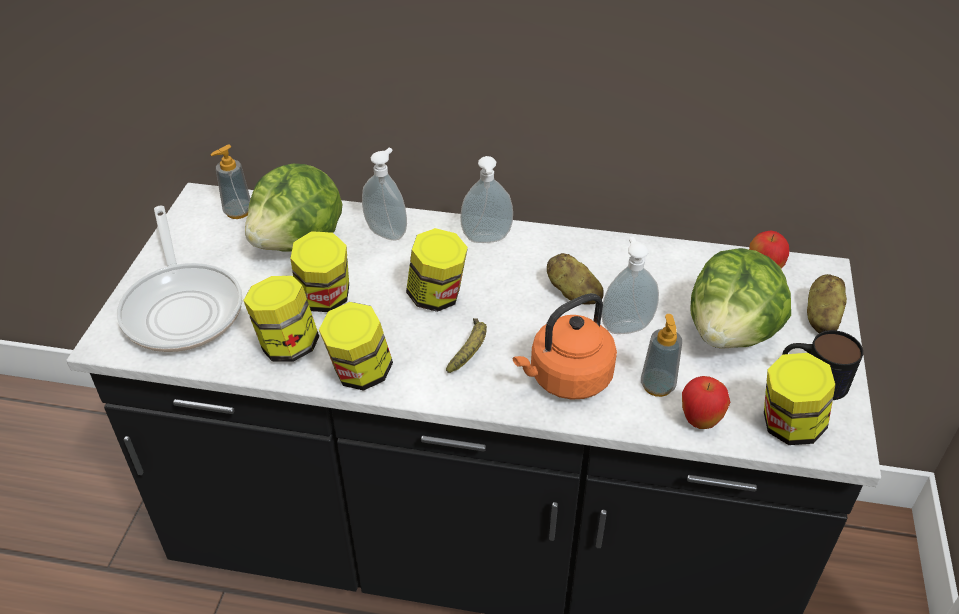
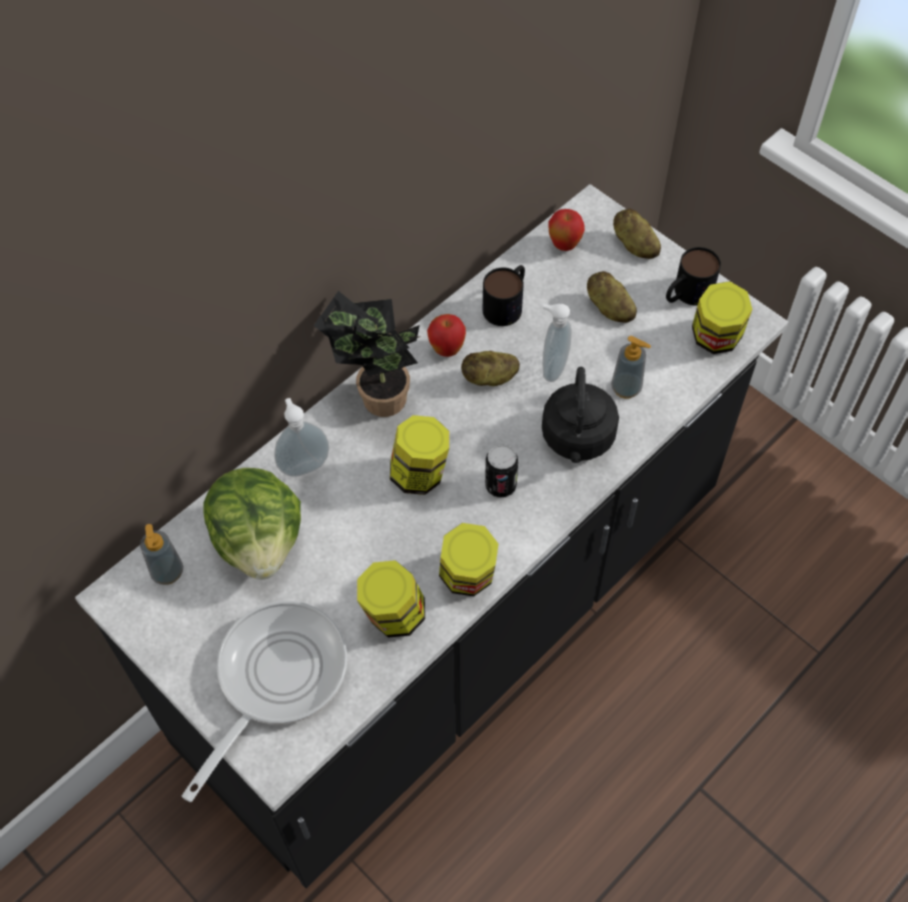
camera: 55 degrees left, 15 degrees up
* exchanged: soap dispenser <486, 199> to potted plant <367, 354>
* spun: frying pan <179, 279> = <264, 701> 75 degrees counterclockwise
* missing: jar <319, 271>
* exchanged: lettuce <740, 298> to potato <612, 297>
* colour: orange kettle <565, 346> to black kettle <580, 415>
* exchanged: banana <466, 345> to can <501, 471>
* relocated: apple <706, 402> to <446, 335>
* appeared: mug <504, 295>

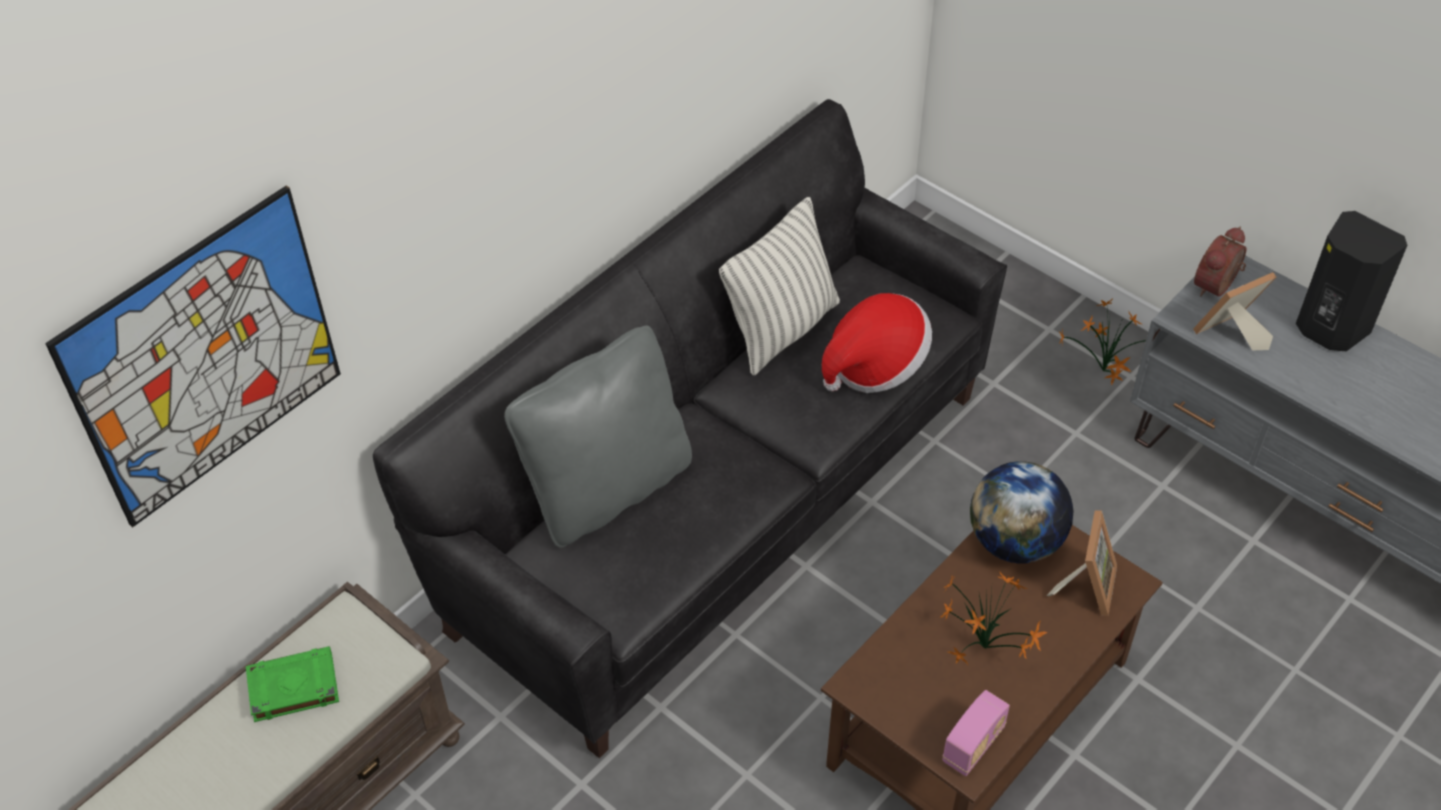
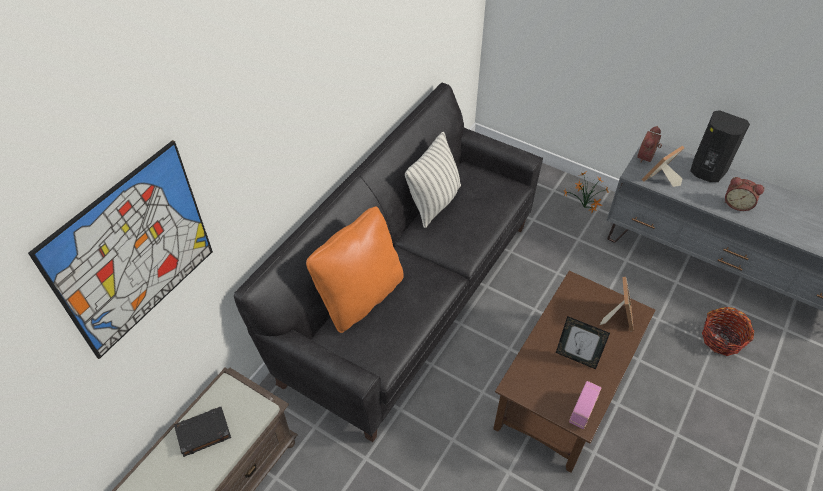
camera: 10 degrees left, 0 degrees up
* missing: hat <877, 343>
* colour: grey pillow <598, 437> to orange pillow <355, 269>
* missing: globe <1022, 512>
* exchanged: potted plant <993, 618> to picture frame <583, 342>
* colour: green book <292, 684> to black book <202, 432>
* appeared: alarm clock <744, 194>
* appeared: basket <728, 331>

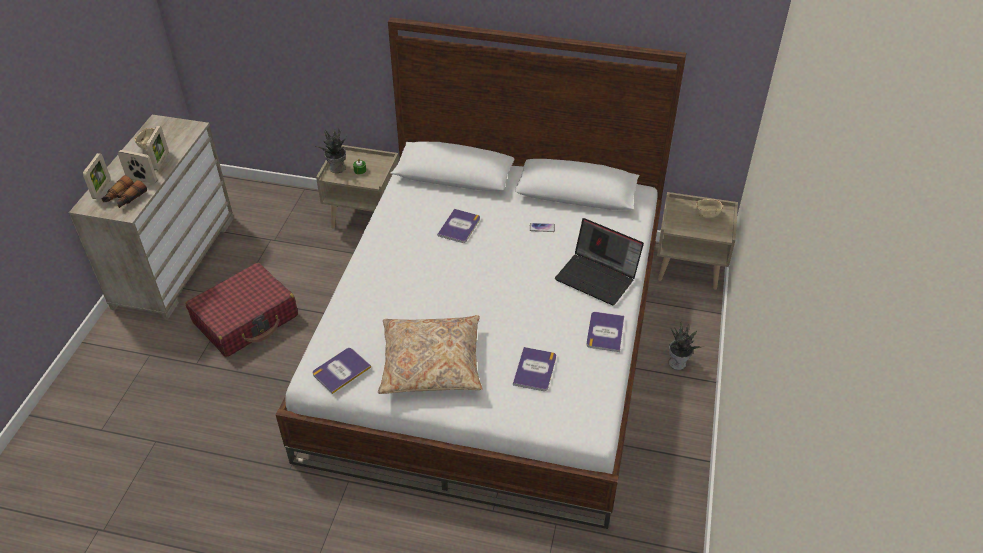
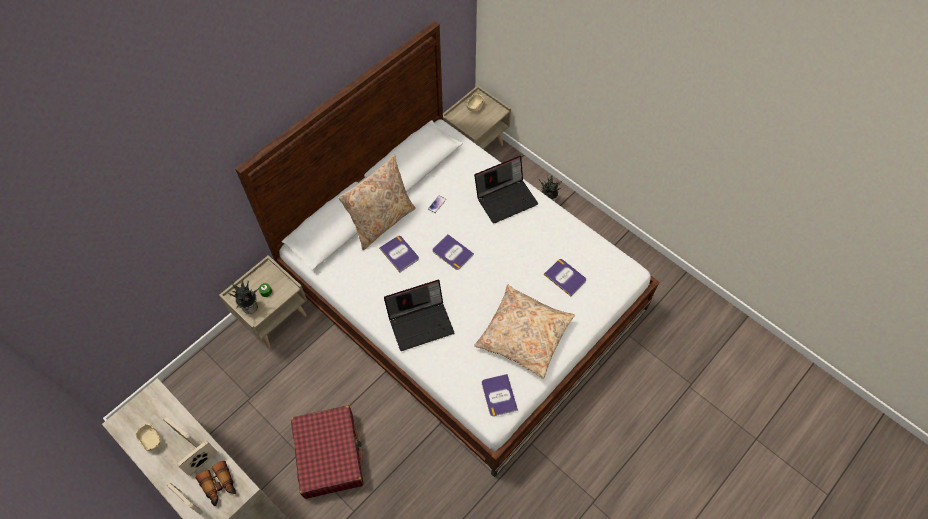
camera: 60 degrees left, 15 degrees up
* relocated: book <605, 332> to <453, 252>
* appeared: beige pillow <377, 202>
* appeared: laptop <419, 315>

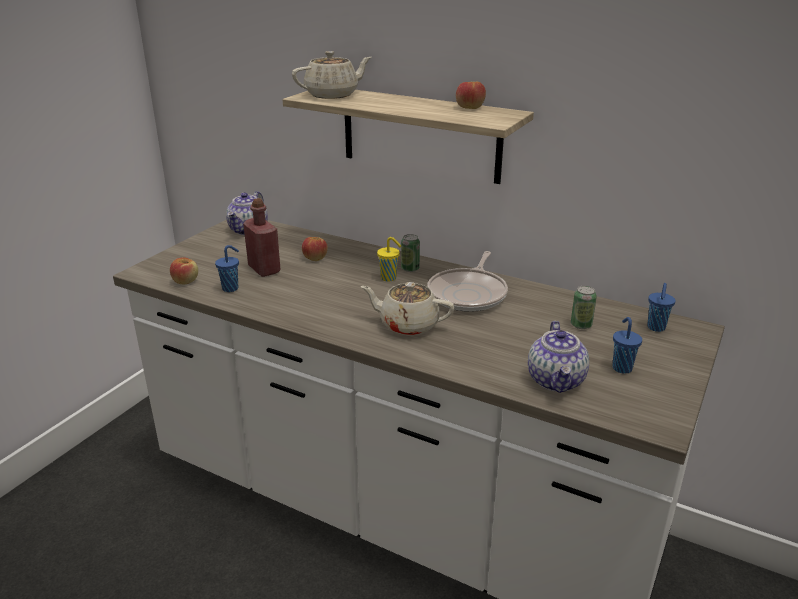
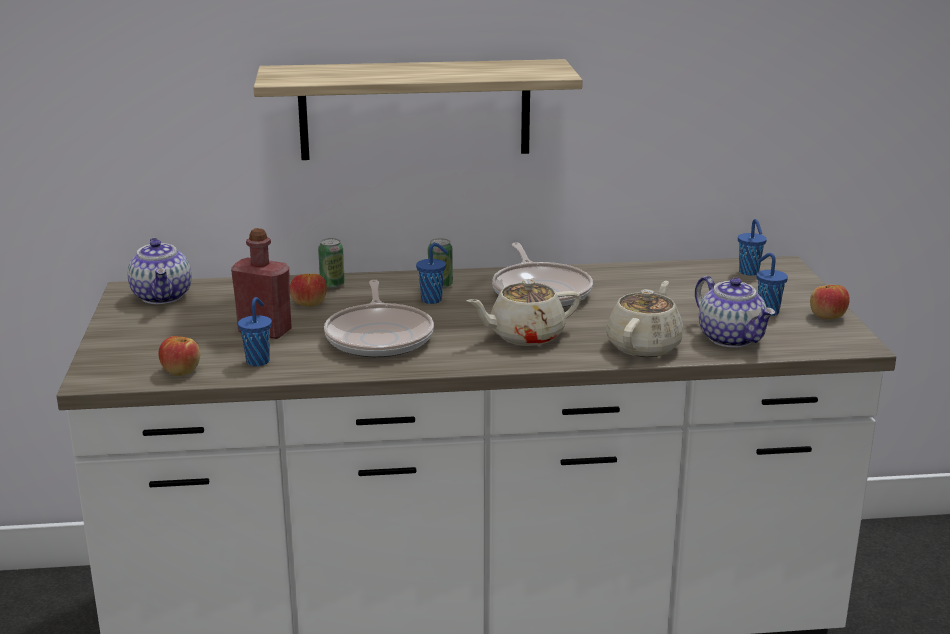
camera: 35 degrees left, 5 degrees down
* relocated: beige teapot <332, 75> to <645, 319>
* relocated: apple <471, 95> to <830, 302>
* colour: yellow cup <389, 259> to blue cup <432, 273>
* relocated: can <584, 307> to <331, 263>
* appeared: frying pan <379, 318>

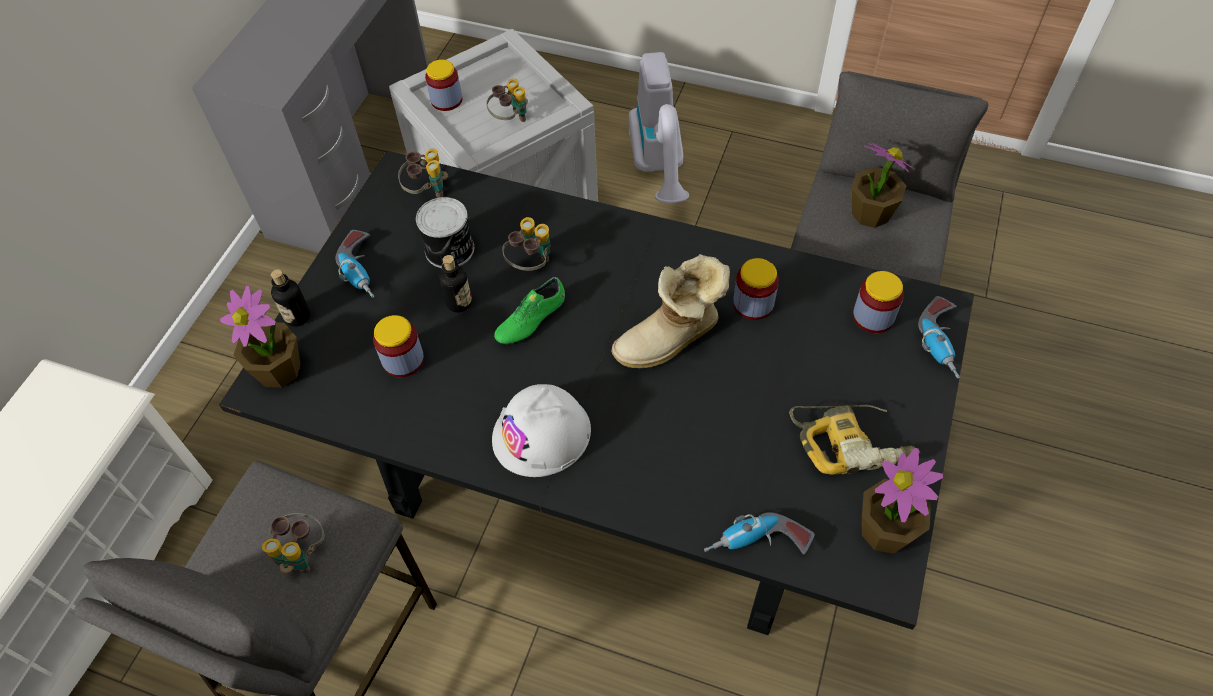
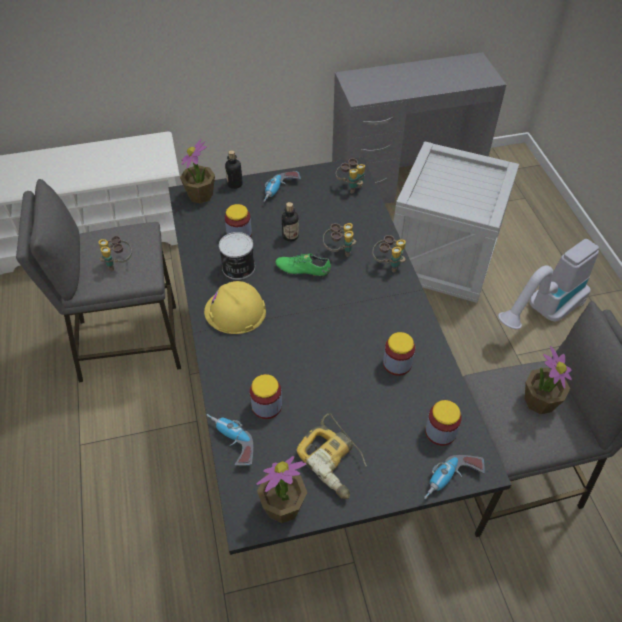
camera: 55 degrees right, 5 degrees down
* relocated: jar <443, 85> to <266, 396>
* relocated: binoculars <507, 100> to <389, 253>
* relocated: can <445, 232> to <237, 256>
* missing: boot <670, 311>
* colour: white hard hat <541, 430> to yellow hard hat <235, 307>

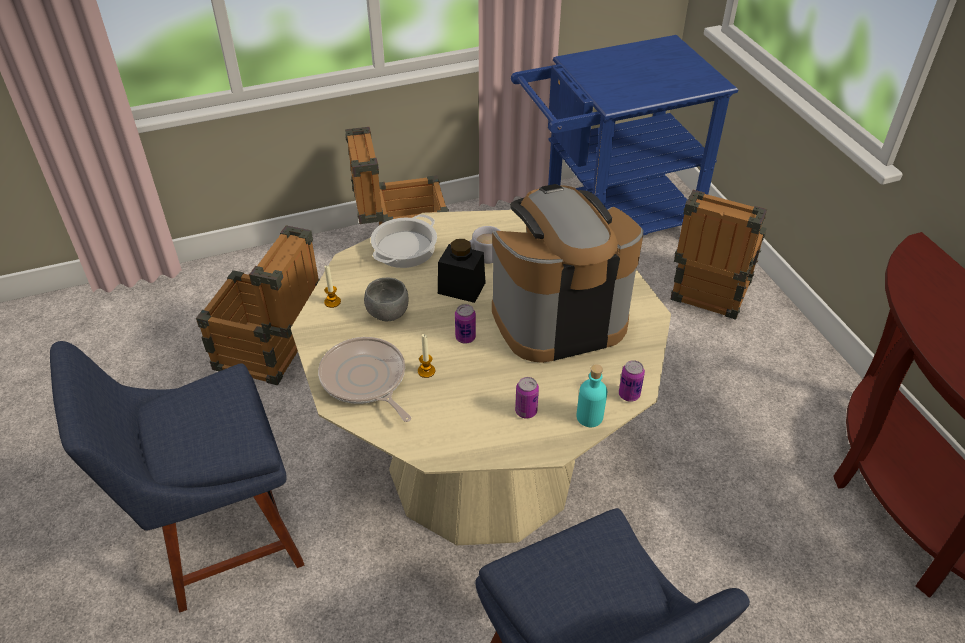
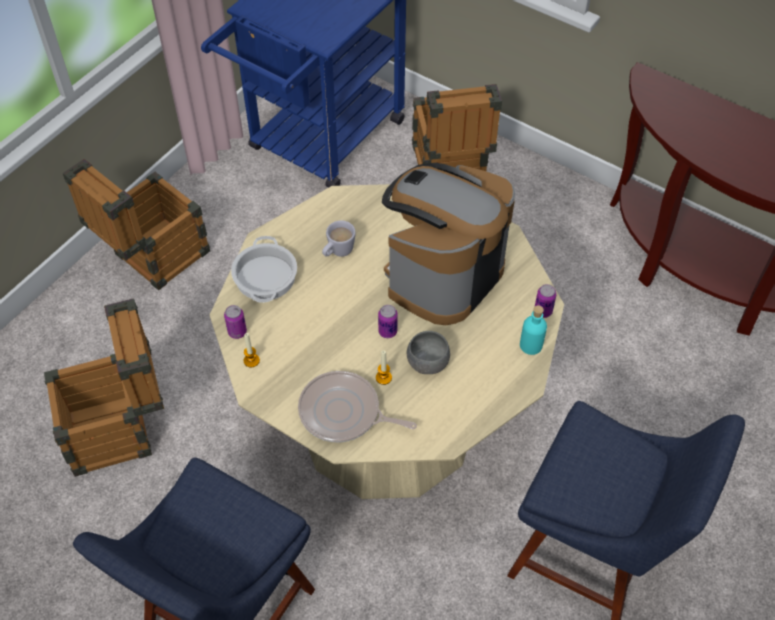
camera: 35 degrees left, 10 degrees up
* missing: black jar <462, 271>
* relocated: grey bowl <386, 299> to <428, 352>
* relocated: can <527, 398> to <235, 322>

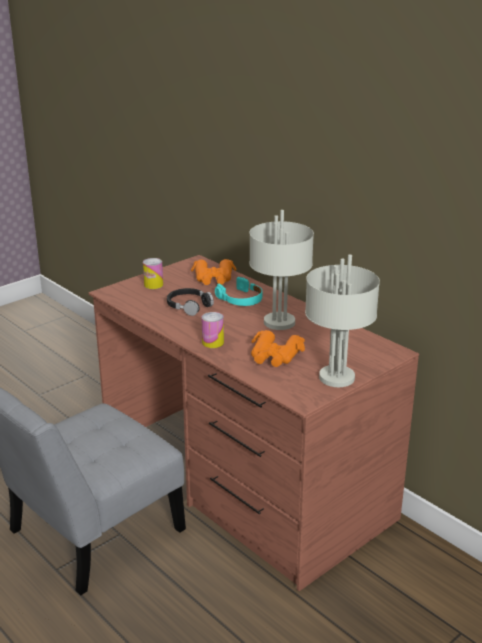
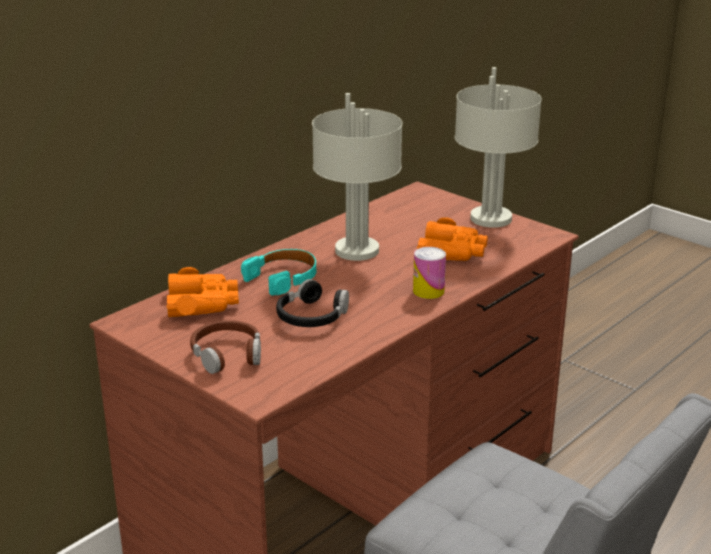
camera: 95 degrees left, 0 degrees up
* exchanged: can <153, 273> to brown headphones <225, 347>

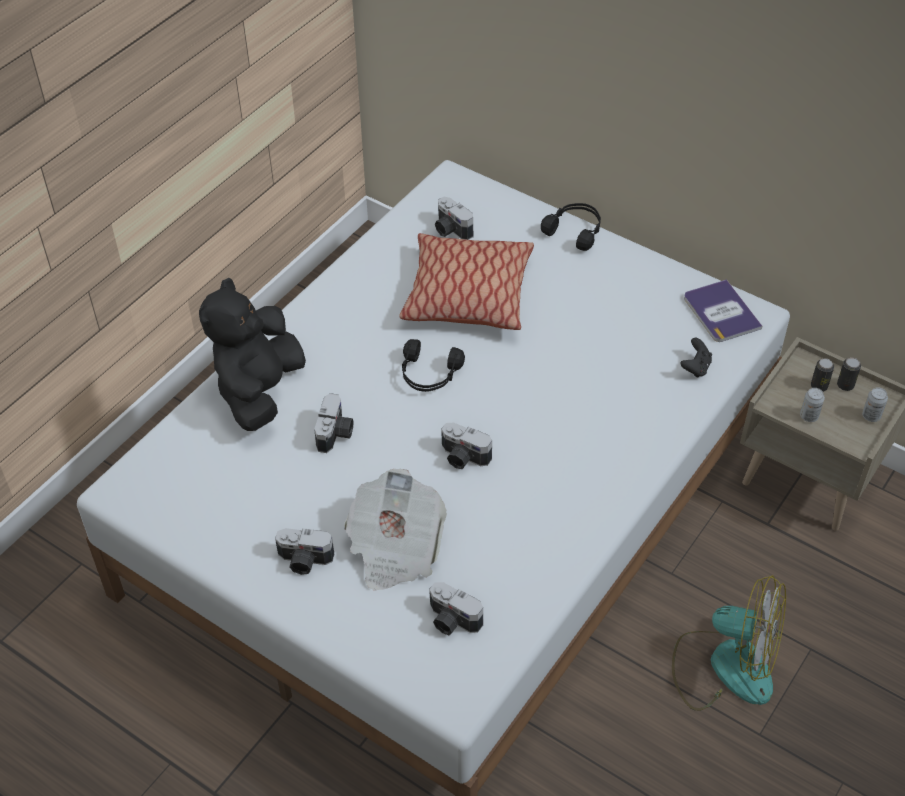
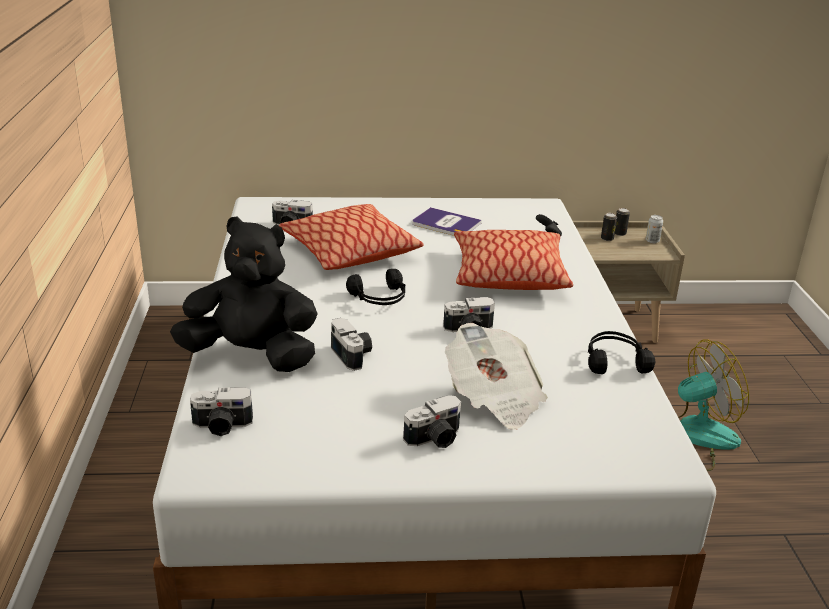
camera: 40 degrees left, 20 degrees down
* relocated: black headphones <571, 227> to <621, 352>
* spun: black plush toy <252, 354> = <243, 294> 120 degrees clockwise
* relocated: book <723, 310> to <447, 221>
* missing: can <812, 405>
* relocated: photo camera <456, 608> to <221, 411>
* appeared: pillow <513, 260>

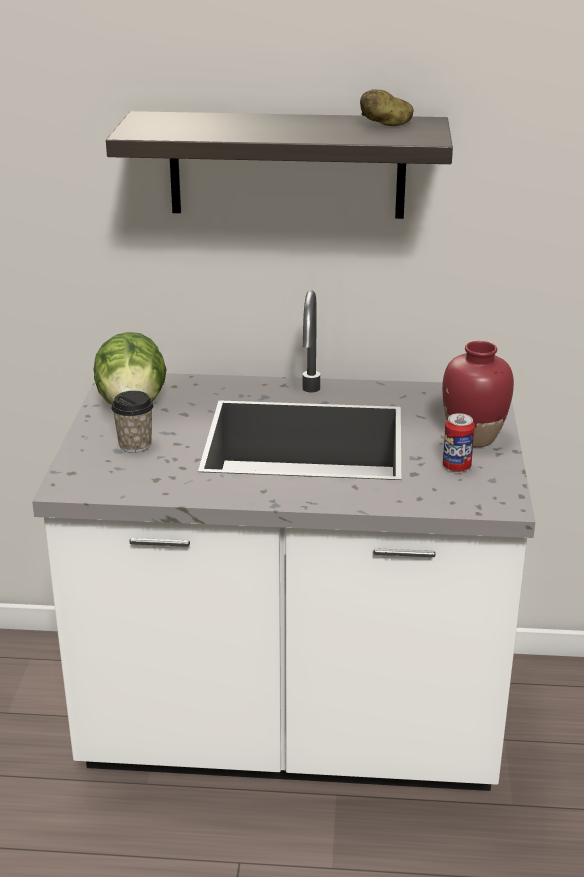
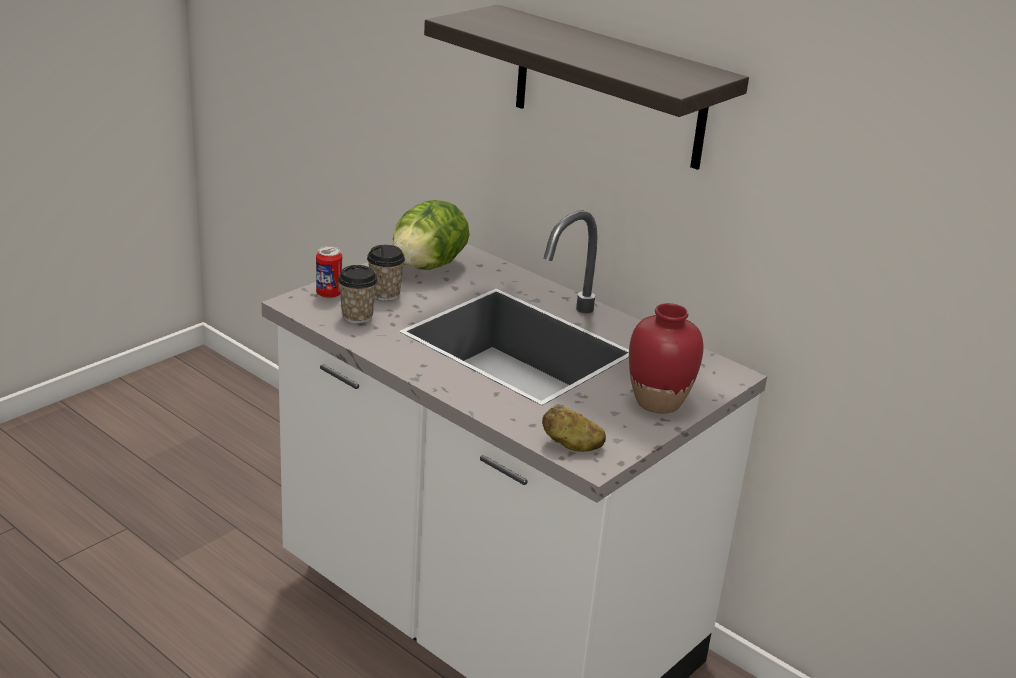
camera: 35 degrees right, 0 degrees up
* relocated: potato <386, 107> to <574, 429>
* relocated: can <459, 442> to <329, 272>
* appeared: cup <358, 294>

